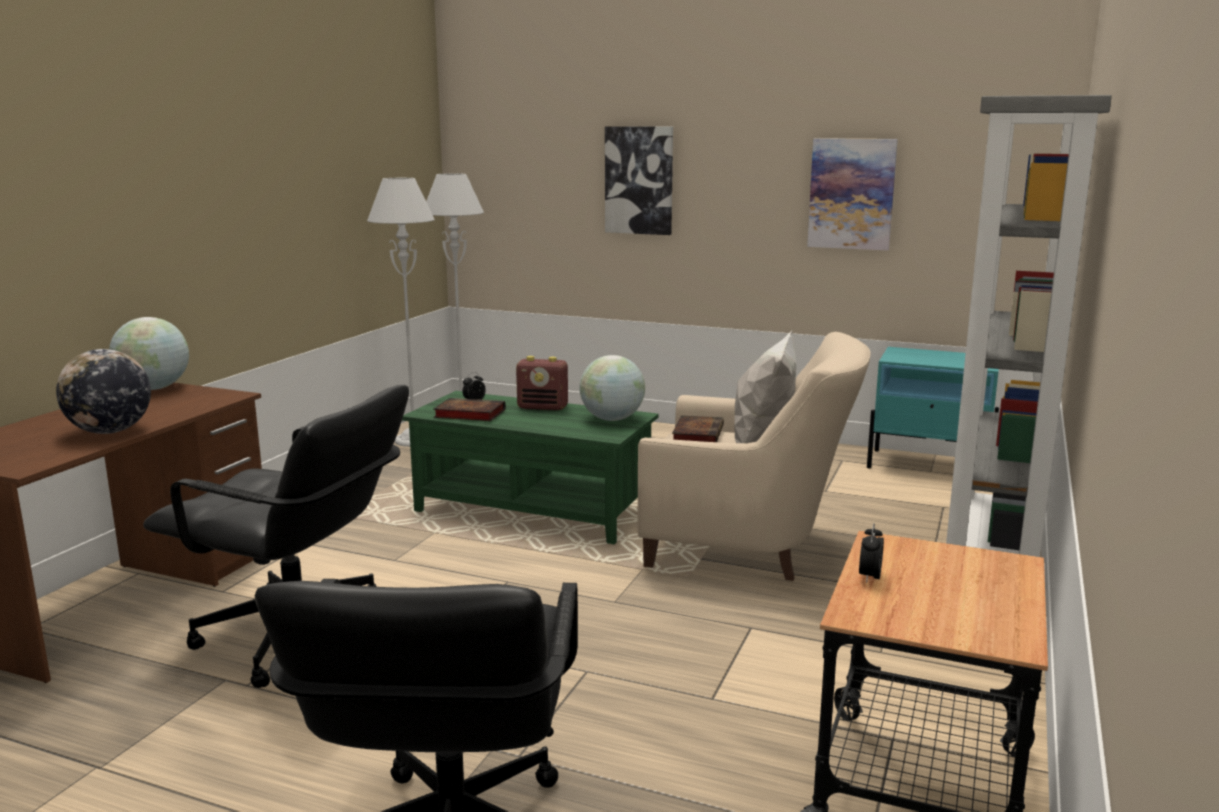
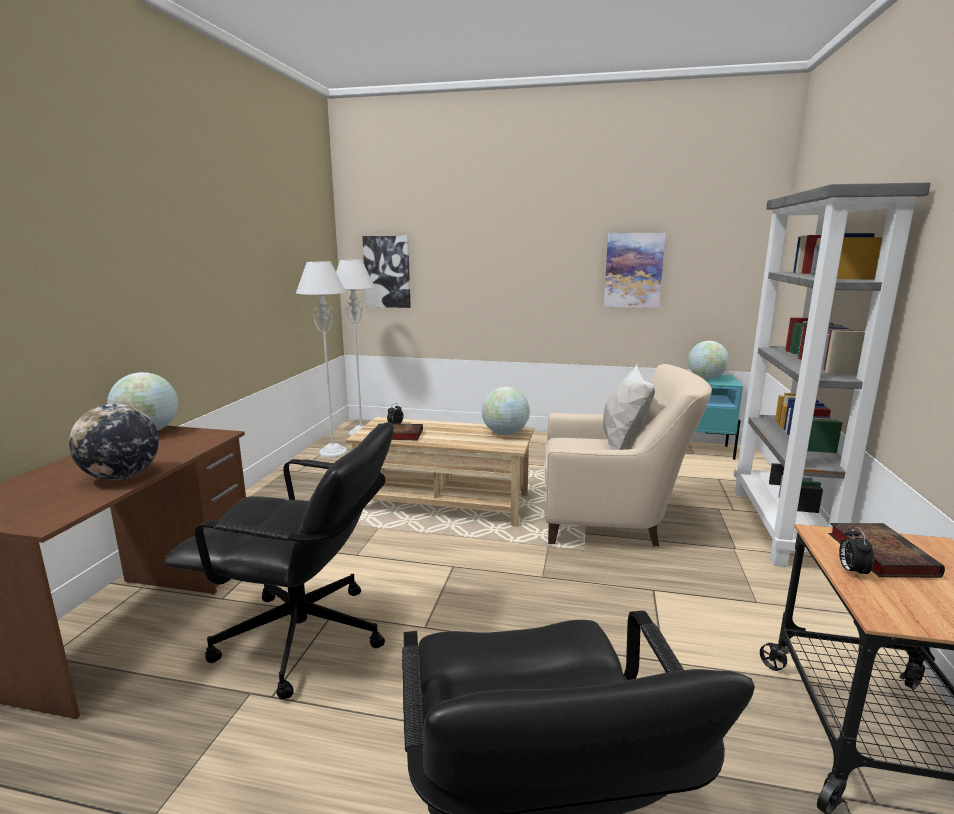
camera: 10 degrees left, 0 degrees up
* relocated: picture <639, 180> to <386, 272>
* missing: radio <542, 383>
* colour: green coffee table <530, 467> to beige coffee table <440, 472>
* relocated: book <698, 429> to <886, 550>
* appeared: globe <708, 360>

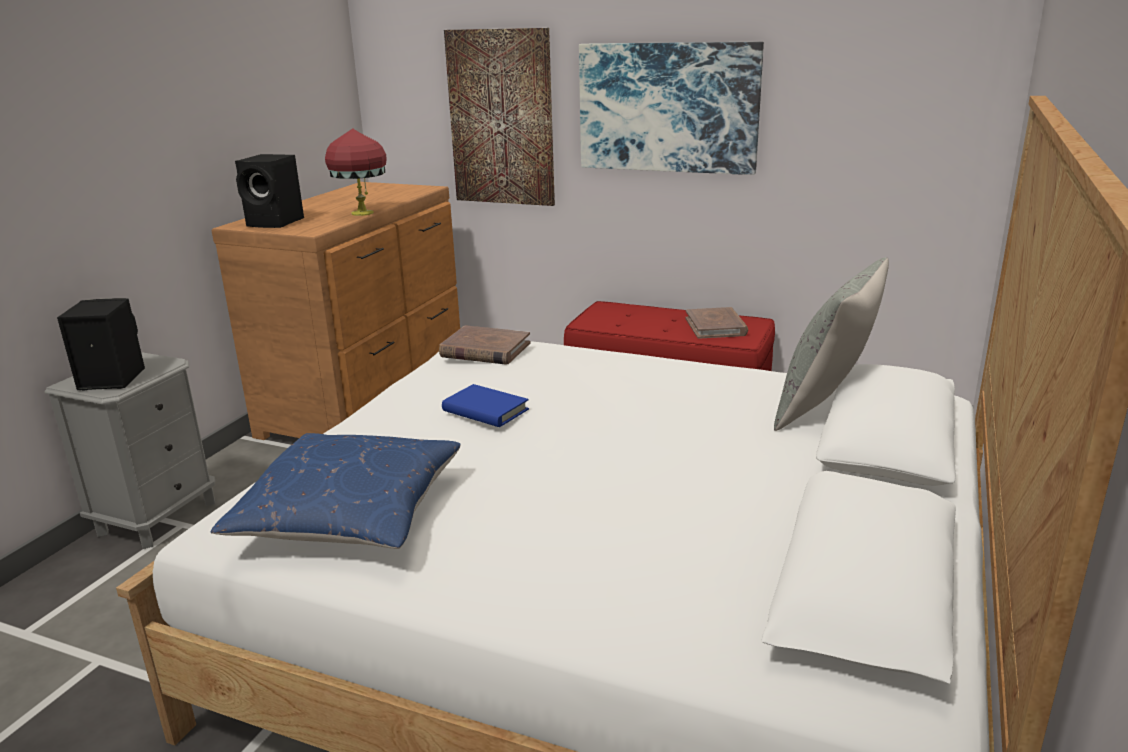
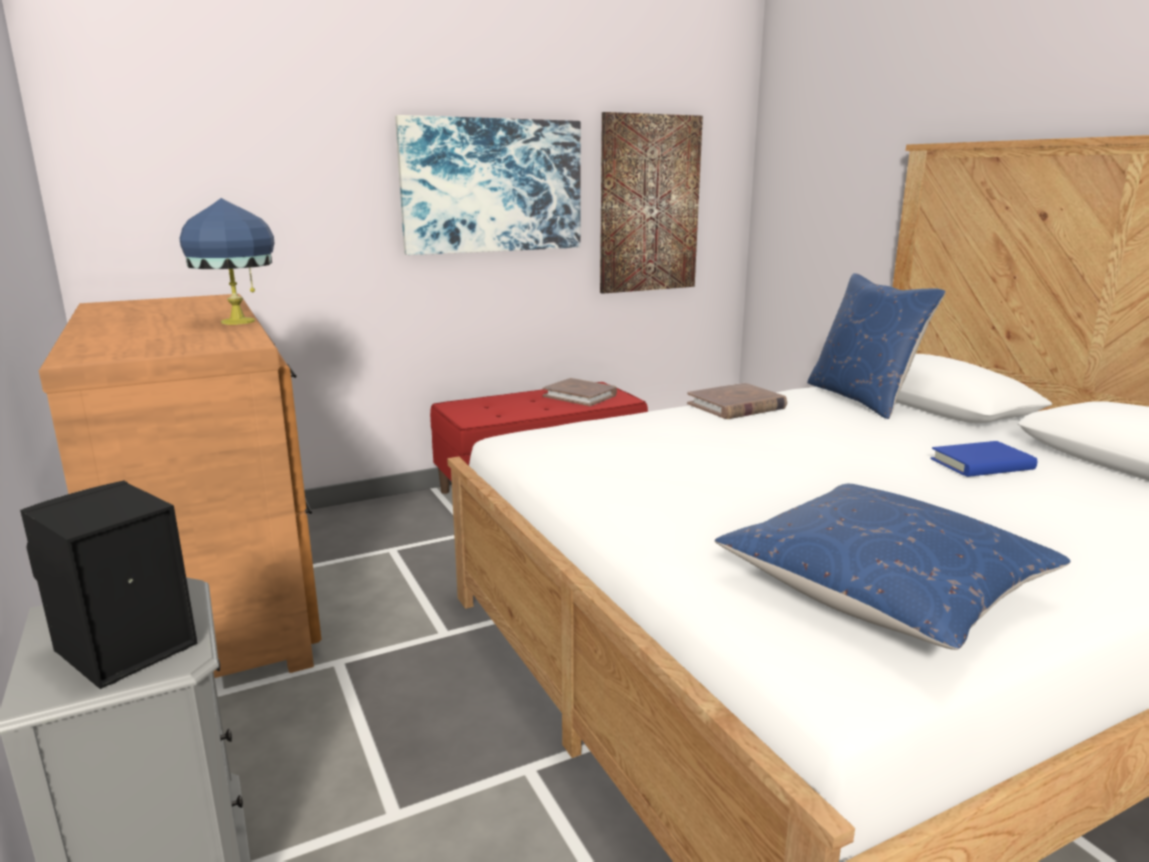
camera: 50 degrees left, 5 degrees down
* relocated: picture <499, 117> to <651, 203>
* colour: red table lamp <356, 172> to blue table lamp <226, 261>
* missing: black speaker <269, 191>
* colour: grey pillow <831, 344> to blue pillow <876, 346>
* relocated: brown book <485, 345> to <737, 401>
* relocated: blue book <485, 405> to <983, 459>

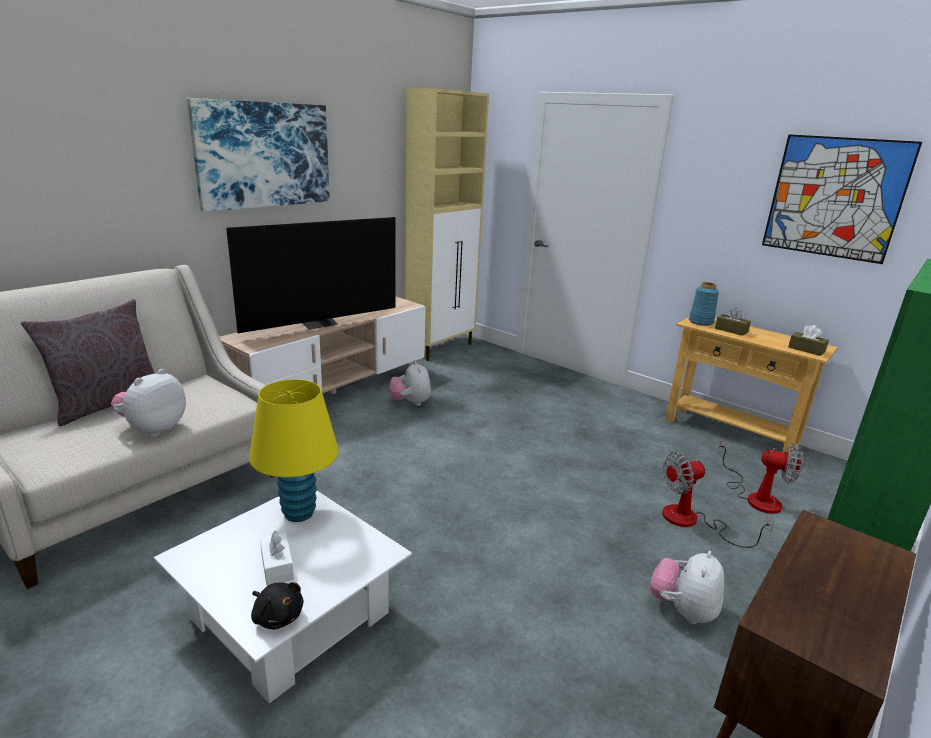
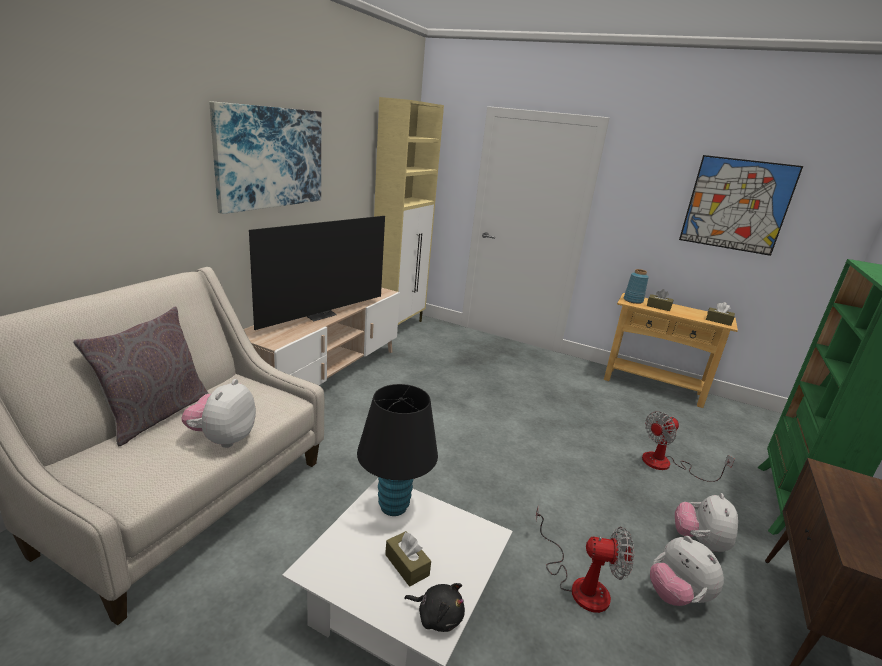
camera: 15 degrees left, 0 degrees up
* relocated: plush toy <410, 383> to <687, 571>
* colour: yellow table lamp <294, 450> to black table lamp <397, 450>
* relocated: fan <761, 476> to <585, 560>
* colour: white tissue box <277, 558> to brown tissue box <408, 559>

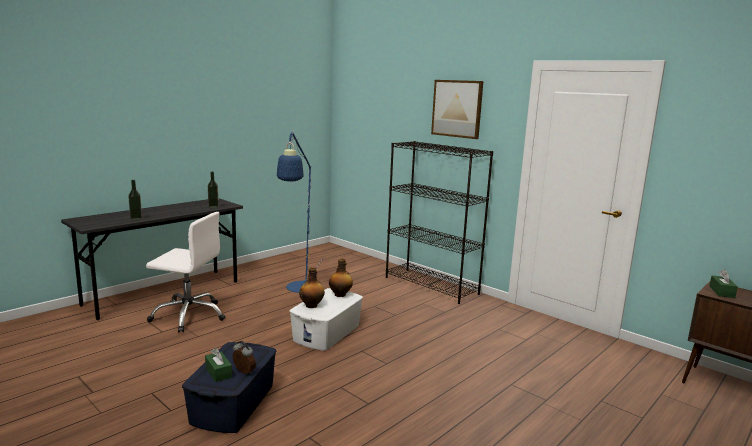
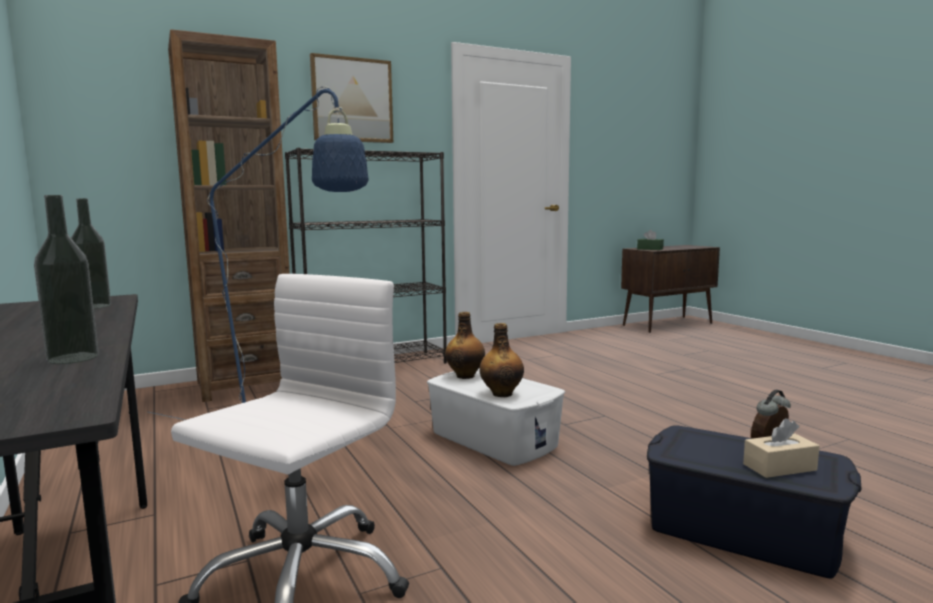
camera: 70 degrees left, 5 degrees down
* colour: green tissue box <218, 365> to beige tissue box <781, 448>
* appeared: brown bookcase <229, 215>

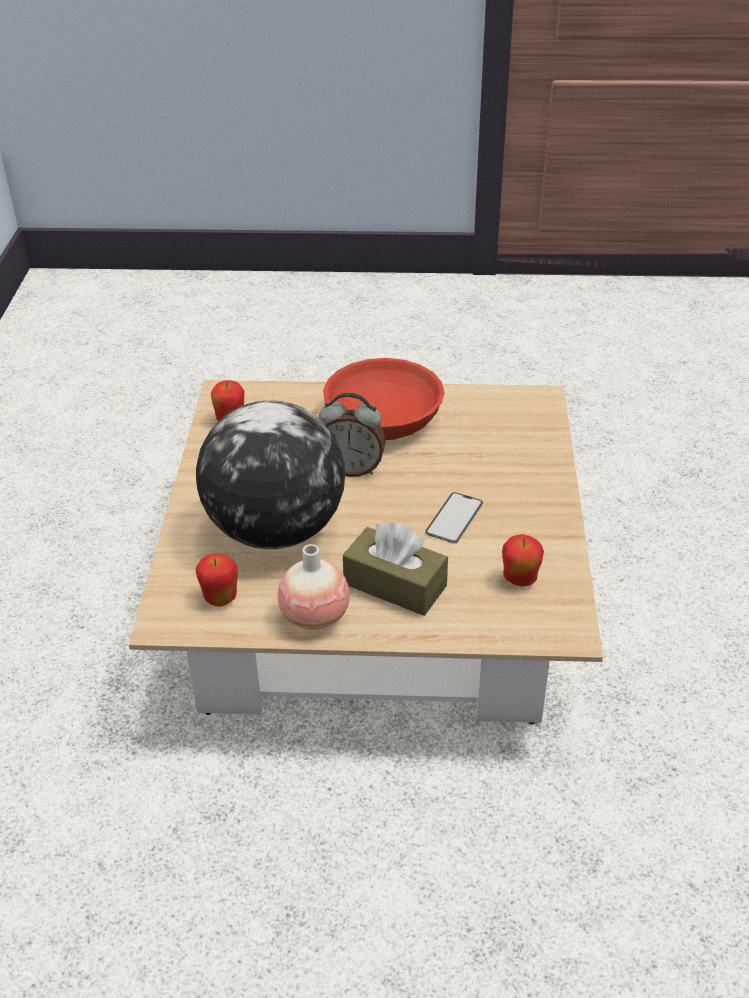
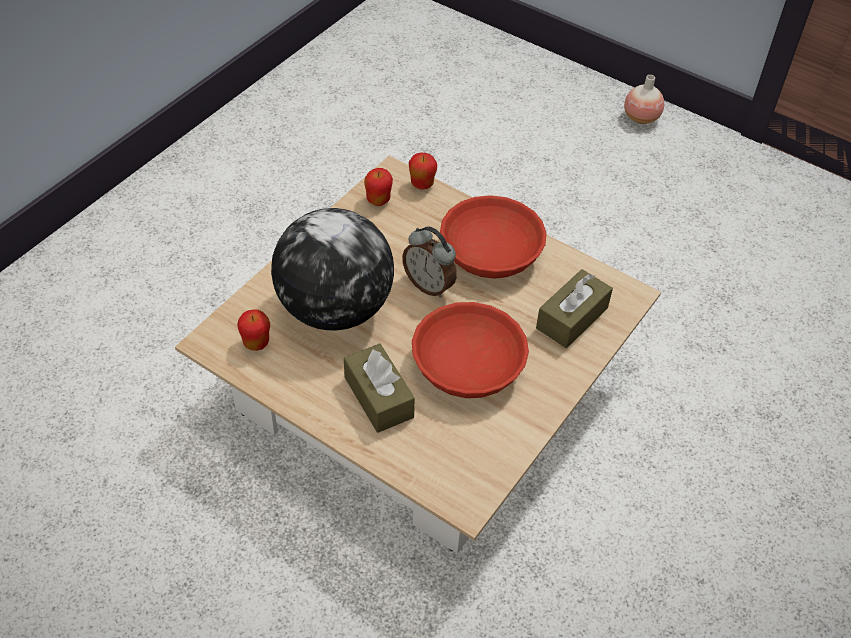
camera: 30 degrees right, 10 degrees up
* exchanged: phone <454, 518> to red bowl <470, 350>
* relocated: apple <523, 560> to <423, 171>
* relocated: vase <314, 587> to <644, 99>
* appeared: brown tissue box <574, 308>

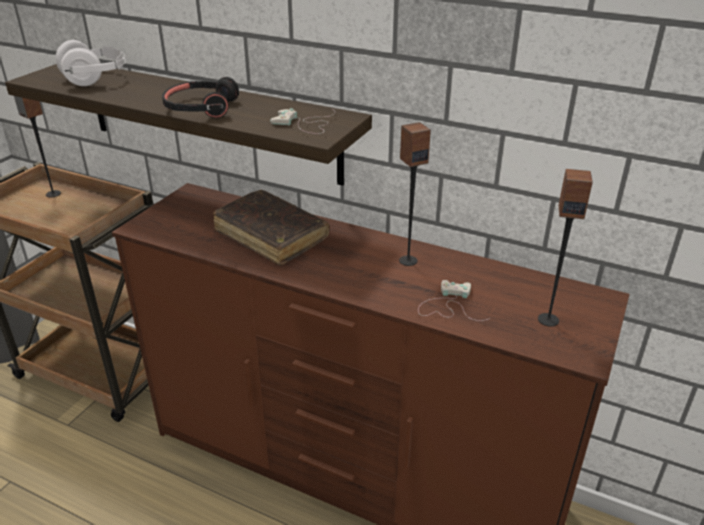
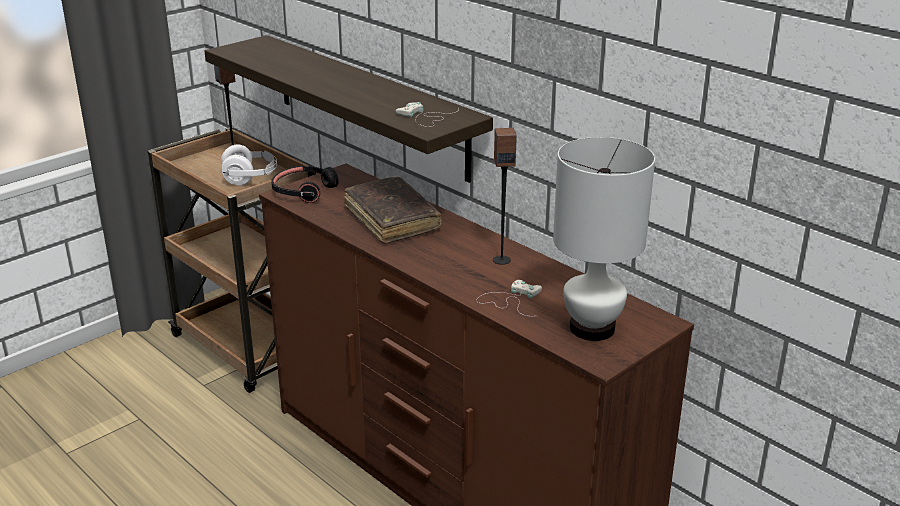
camera: 20 degrees right, 5 degrees down
* relocated: white headphones <91, 63> to <249, 165>
* relocated: black headphones <200, 97> to <304, 184>
* exchanged: speaker <565, 248> to white table lamp <604, 239>

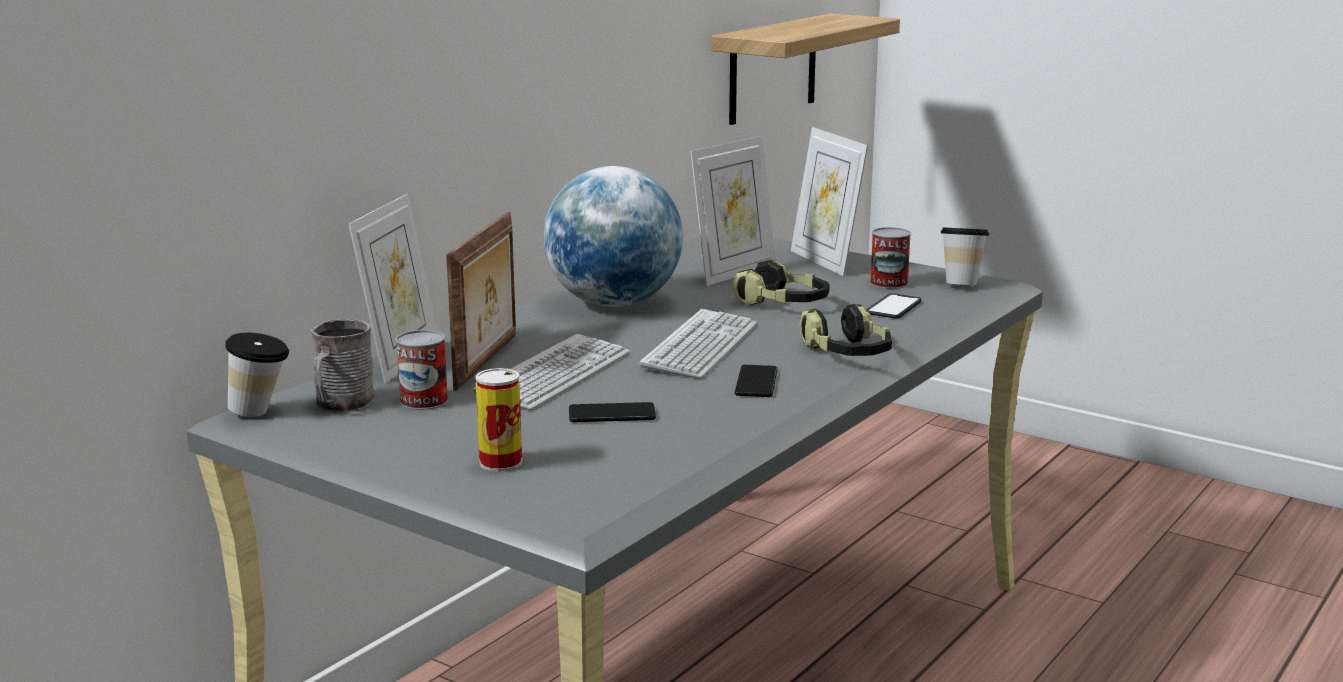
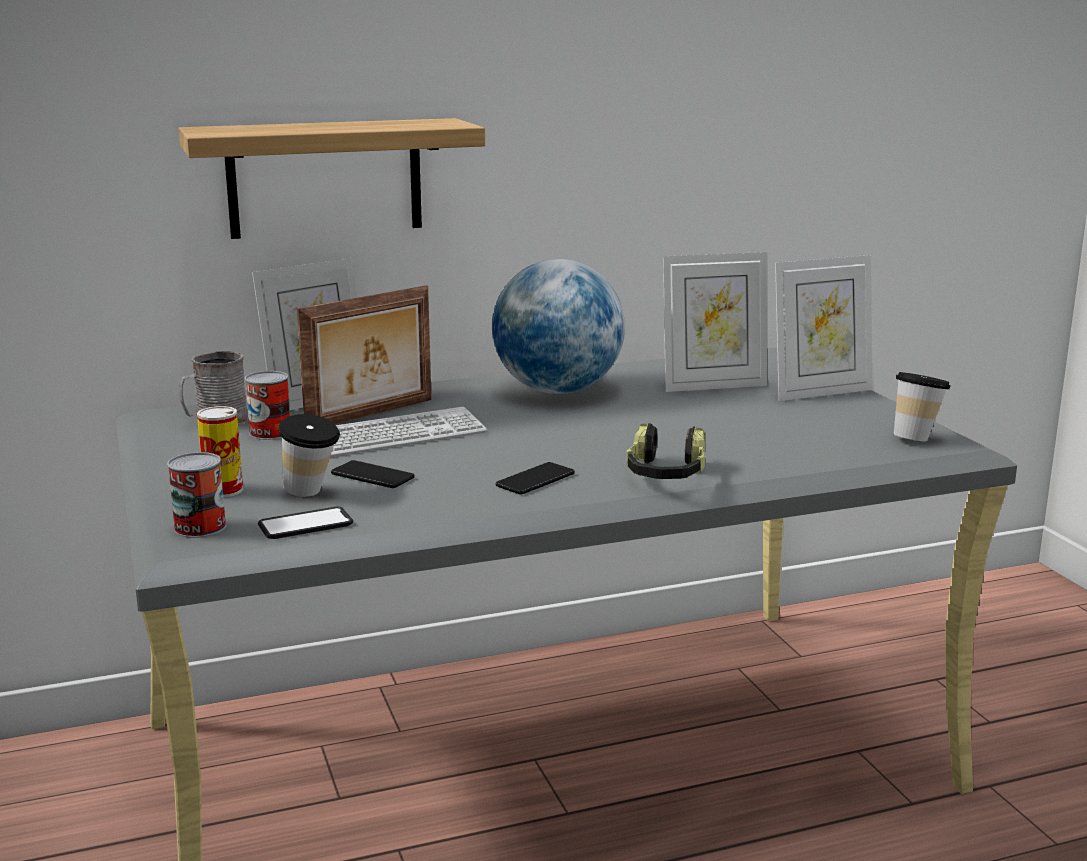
camera: 35 degrees right, 0 degrees up
* relocated: shelf <805, 69> to <331, 178>
* spun: picture frame <829, 201> = <824, 328> 120 degrees counterclockwise
* relocated: can <890, 258> to <197, 495>
* missing: headphones <780, 282>
* relocated: phone <893, 305> to <305, 523>
* missing: keyboard <698, 344>
* relocated: cup <257, 375> to <309, 455>

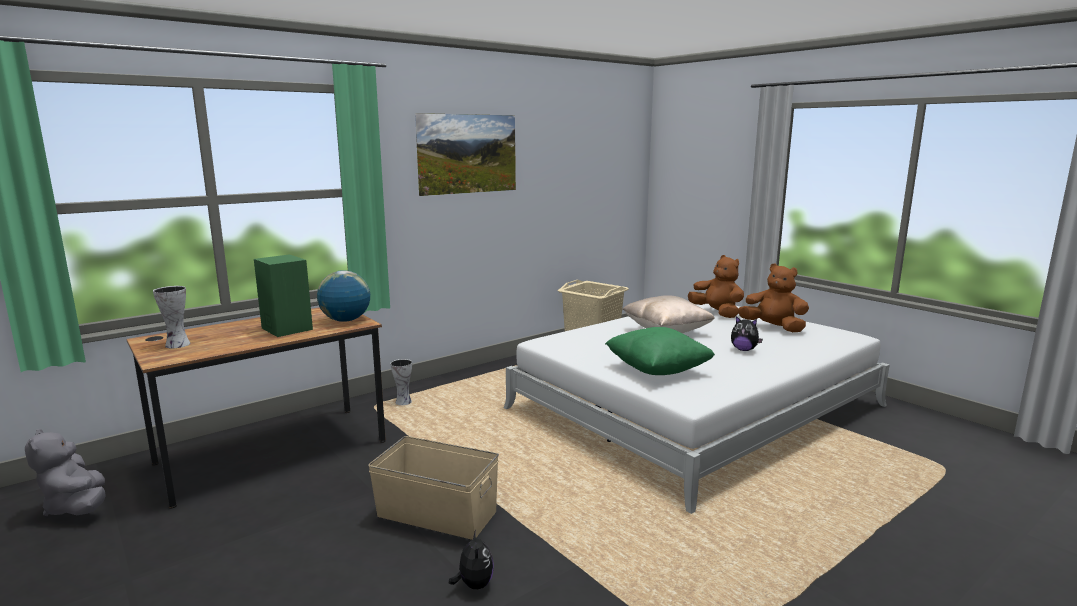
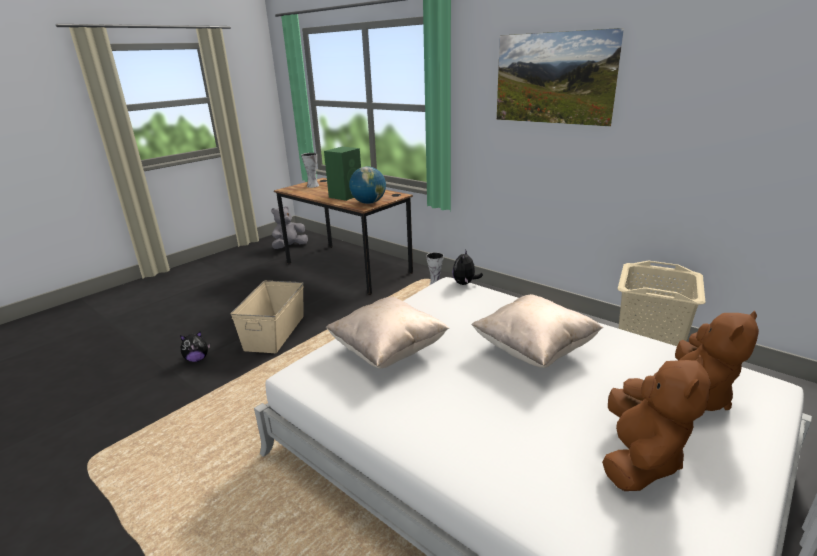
camera: 80 degrees right, 10 degrees up
* relocated: plush toy <747, 333> to <468, 267>
* colour: green pillow <660, 351> to beige pillow <387, 332>

